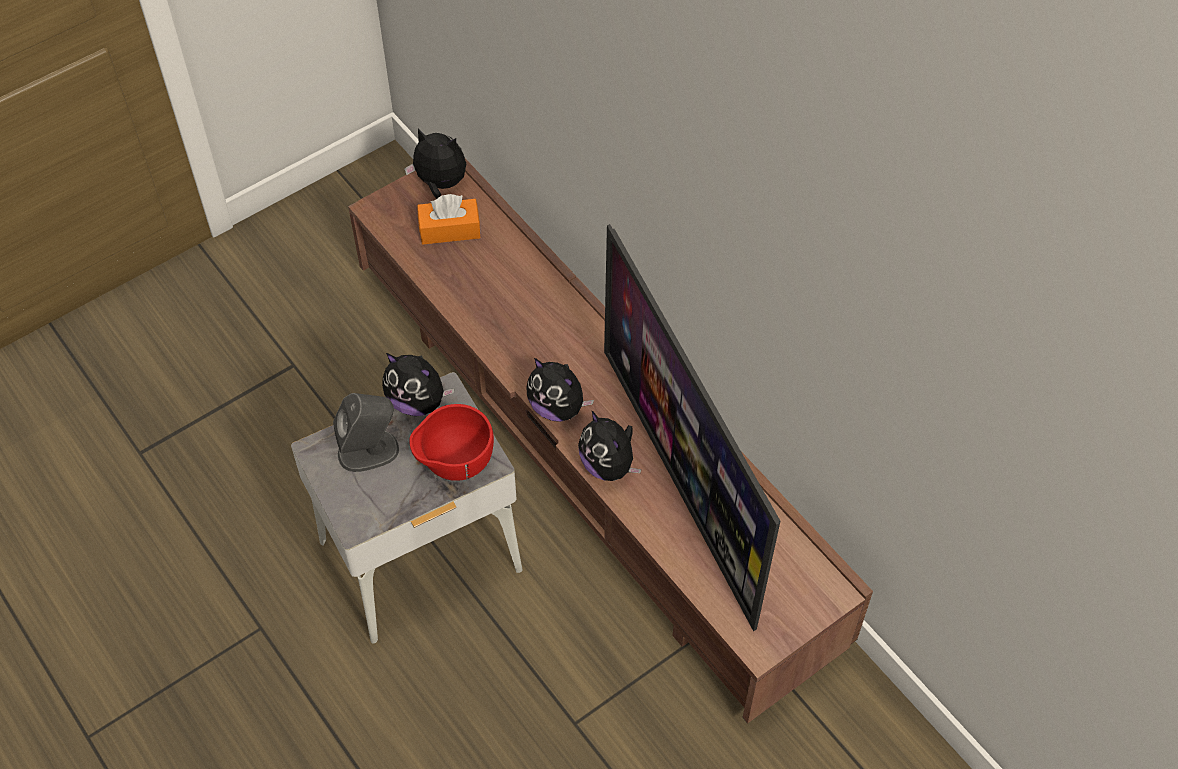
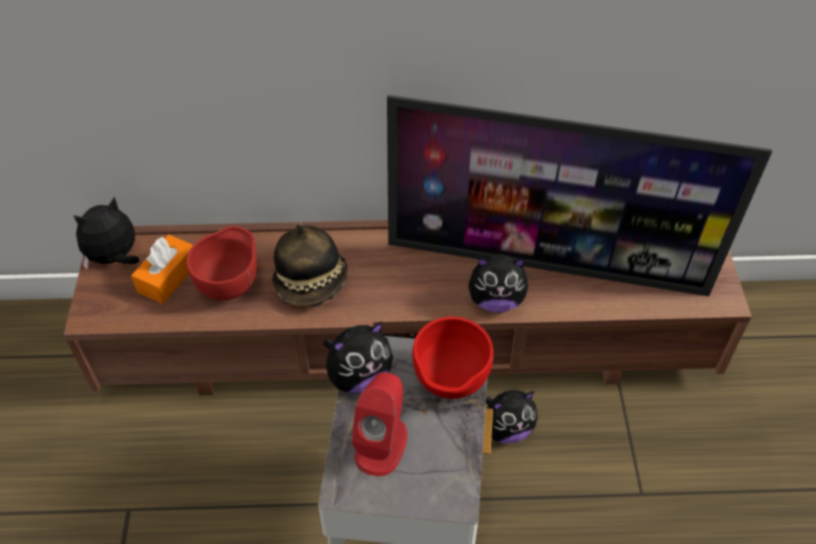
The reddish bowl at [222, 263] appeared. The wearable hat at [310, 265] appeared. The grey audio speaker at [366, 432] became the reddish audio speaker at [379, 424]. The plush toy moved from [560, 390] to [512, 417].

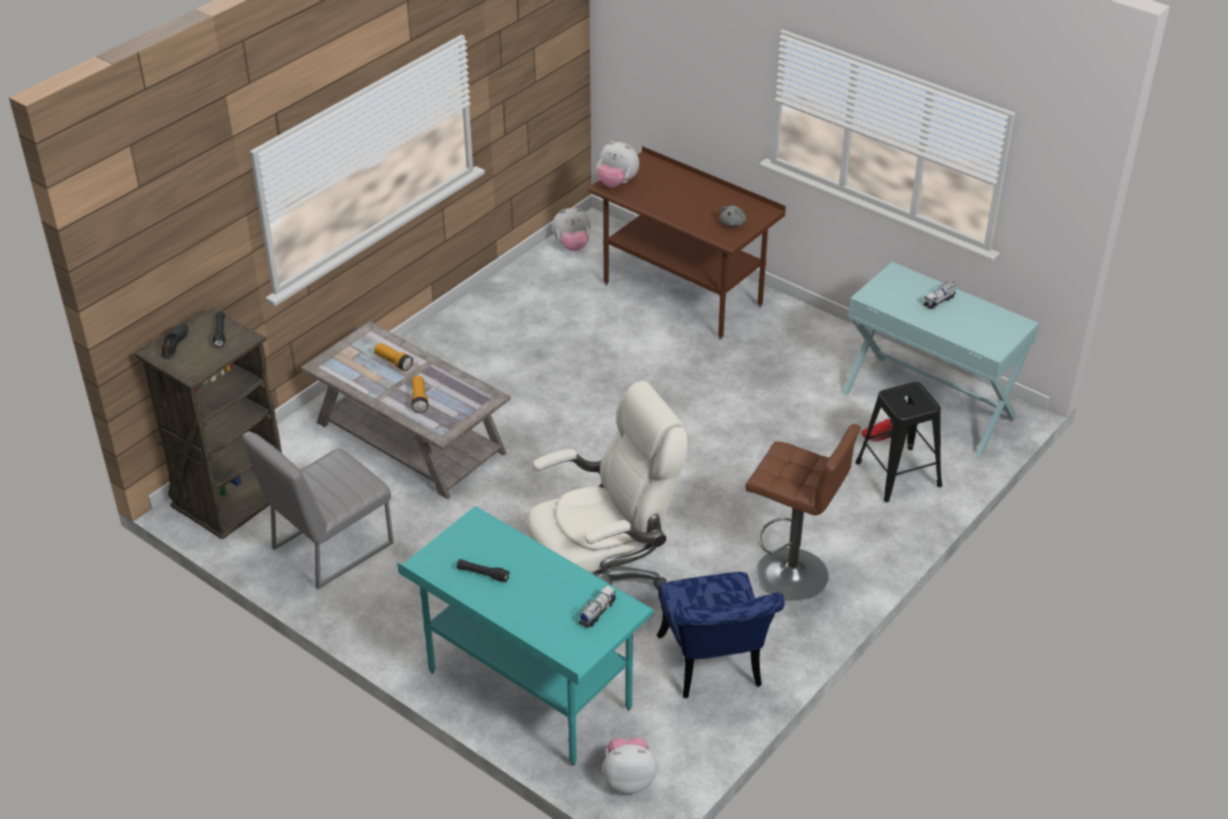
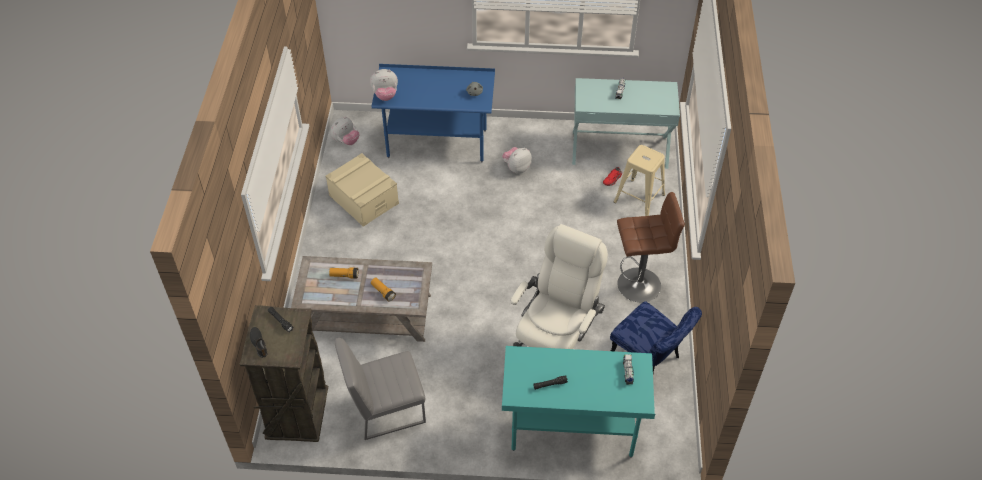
The sand-coloured storage container at [362, 190] appeared. The grey chair at [318, 510] turned 60 degrees clockwise. The brown desk unit at [687, 243] became the blue-coloured desk unit at [433, 113]. The plush toy moved from [629, 765] to [517, 160]. The blackish sitting stool at [898, 442] became the sand-coloured sitting stool at [639, 180].

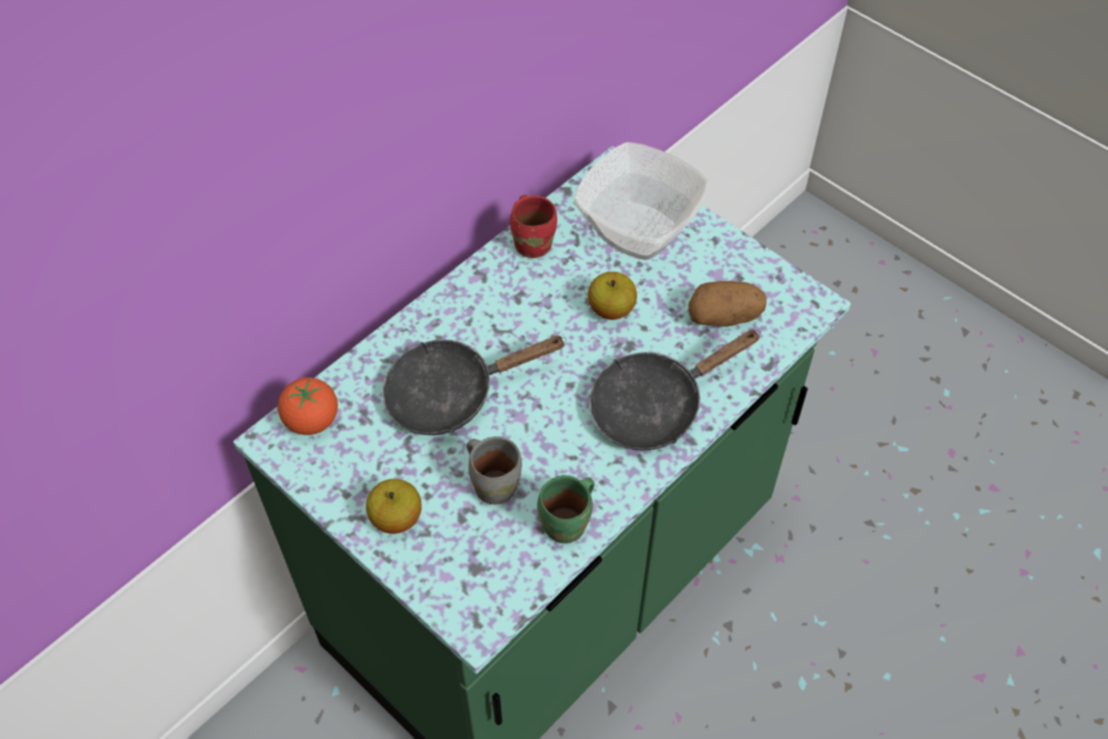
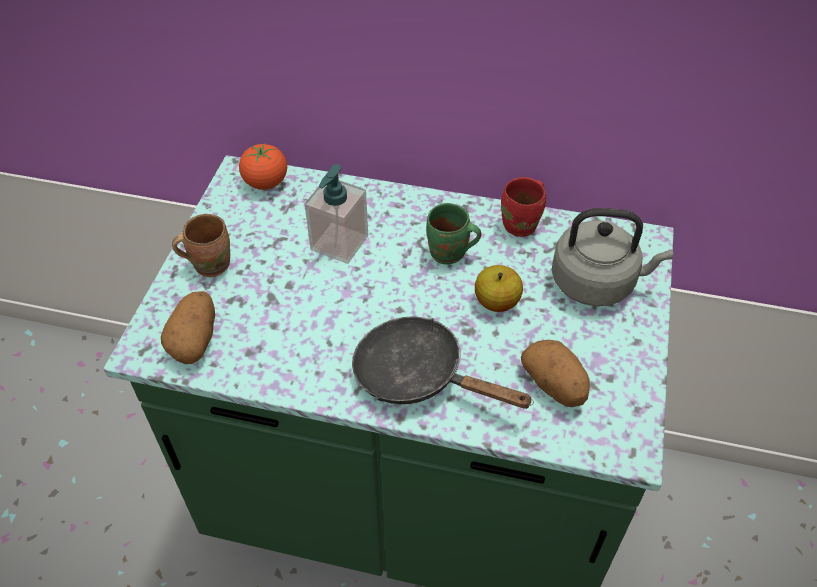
The whole potato at [188, 327] appeared. The apple at [394, 506] was replaced by the brown coffee mug at [201, 245]. The blackish pan at [474, 385] was replaced by the liquid soap bottle at [336, 214]. The green-coloured coffee mug moved from [566, 509] to [453, 233]. The bowl at [641, 201] was replaced by the grey kettle at [612, 257]. The grey coffee mug at [494, 470] disappeared.

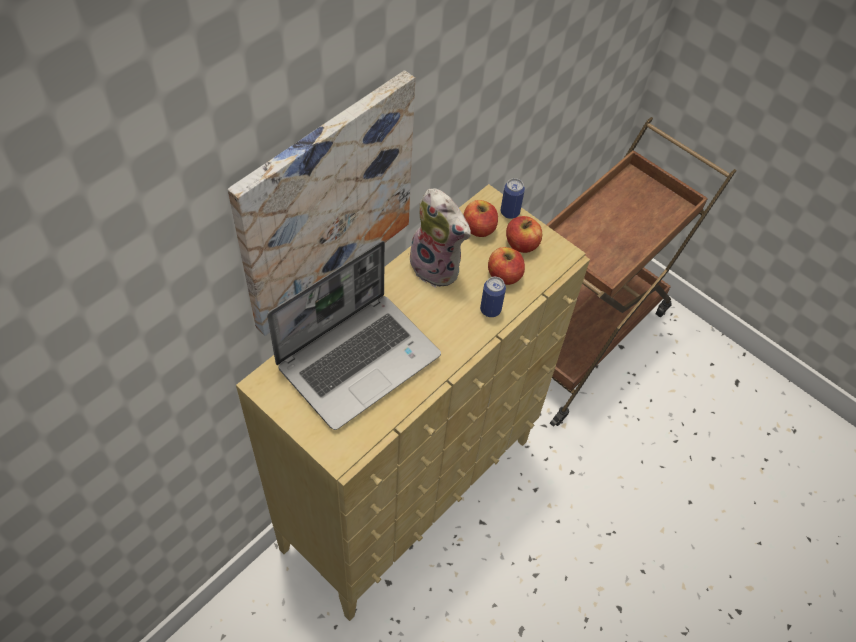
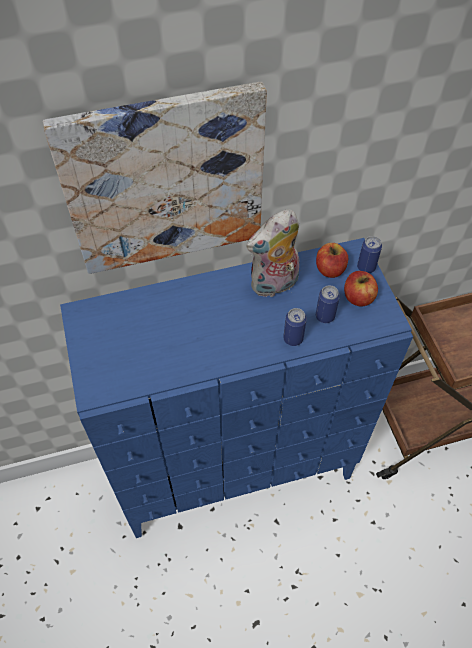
The sand-coloured drawer chest at [413, 402] became the blue-coloured drawer chest at [236, 388]. The plush toy at [438, 238] turned 75 degrees clockwise. The apple at [506, 266] was replaced by the metal can at [328, 304]. The portable computer at [354, 335] disappeared.

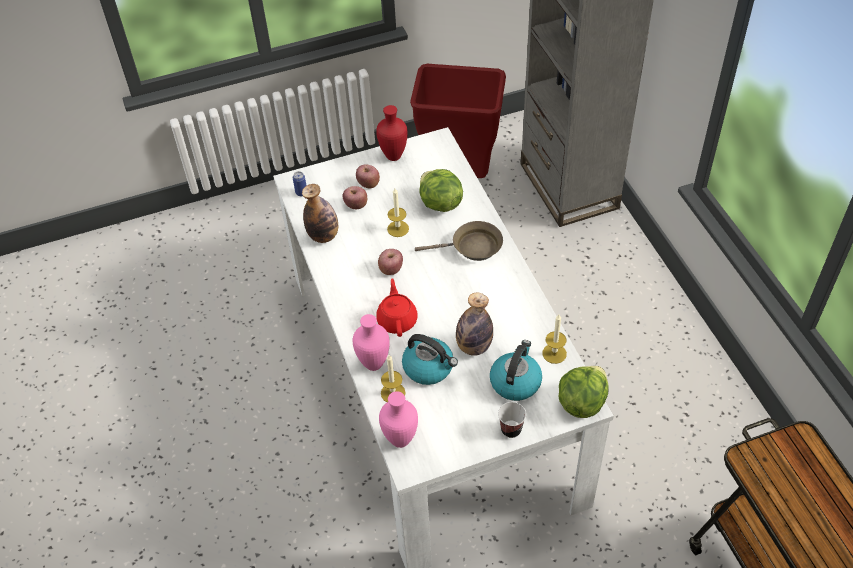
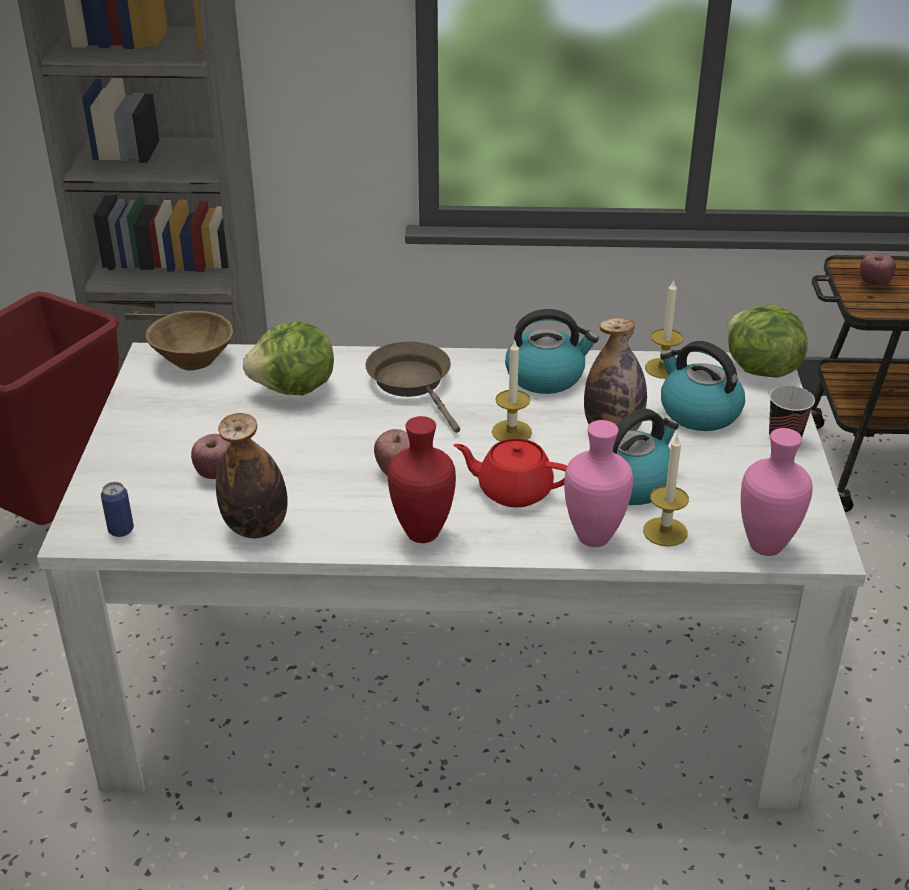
The brown bowl at [189, 341] appeared. The brown pan at [459, 241] turned 45 degrees counterclockwise. The reddish decorative vase moved from [392, 133] to [422, 479]. The candle moved from [398, 212] to [512, 390]. The kettle at [552, 351] appeared. The apple moved from [368, 176] to [878, 270].

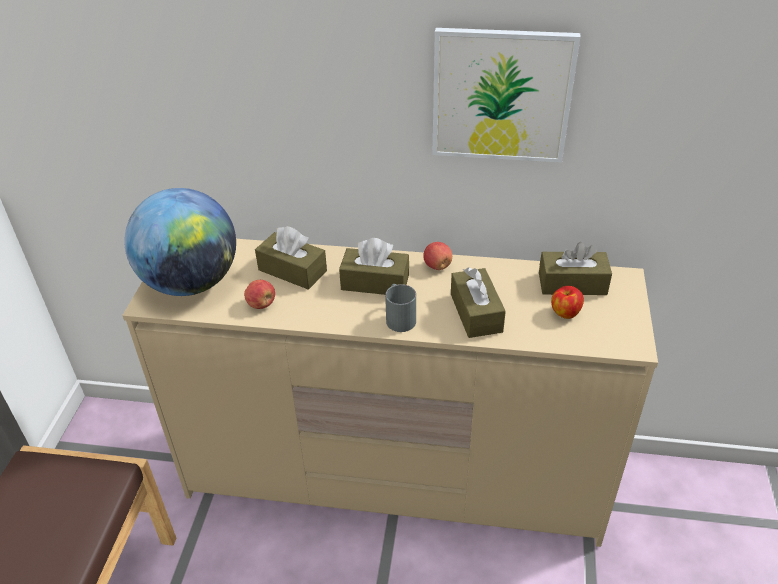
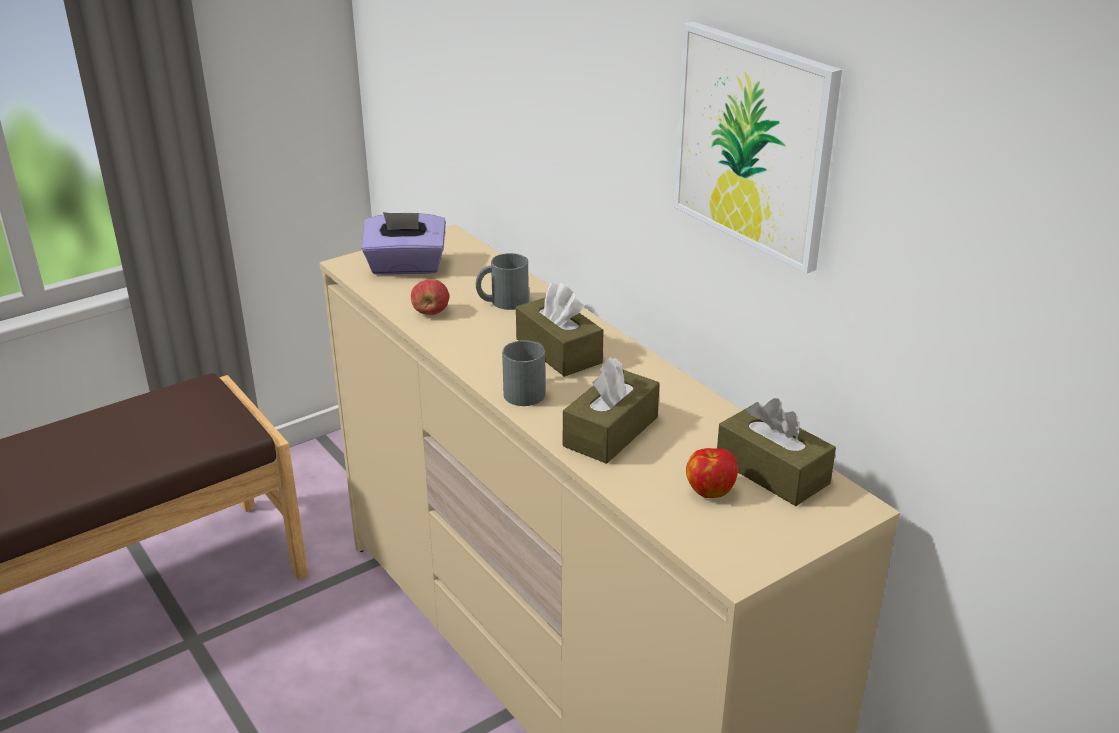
The globe at [180, 242] was replaced by the purple-coloured box of tissues at [403, 243]. The brown box of tissues at [291, 258] was replaced by the grey coffee mug at [502, 281]. The apple at [437, 256] disappeared.

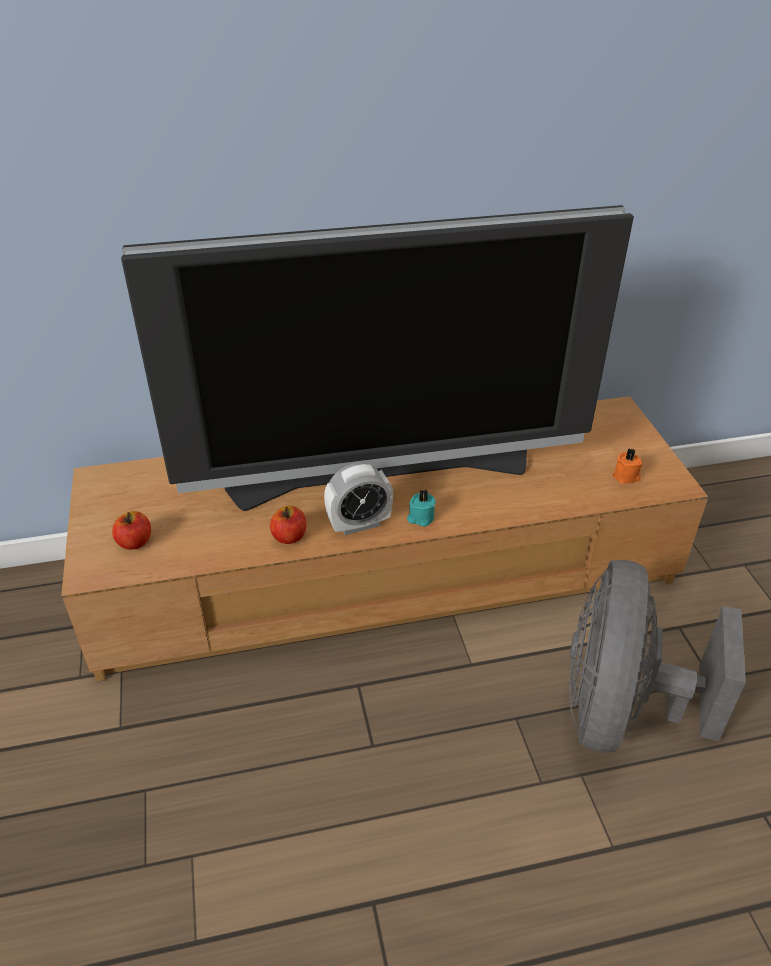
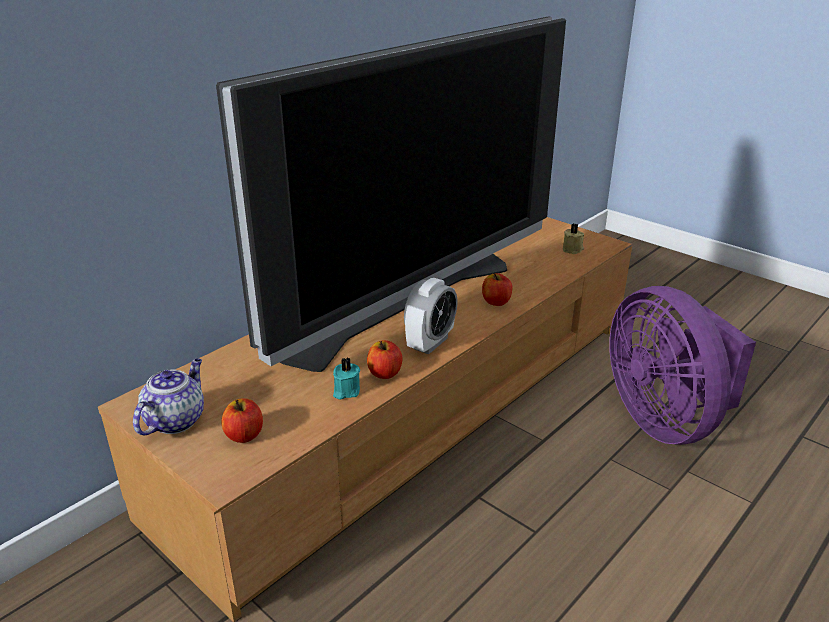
The teapot at [168, 396] appeared. The blue-green candle moved from [421, 508] to [346, 379]. The apple at [497, 289] appeared. The orangey candle at [627, 466] became the sand-coloured candle at [573, 238]. The grey fan at [657, 656] became the purple-coloured fan at [682, 365].

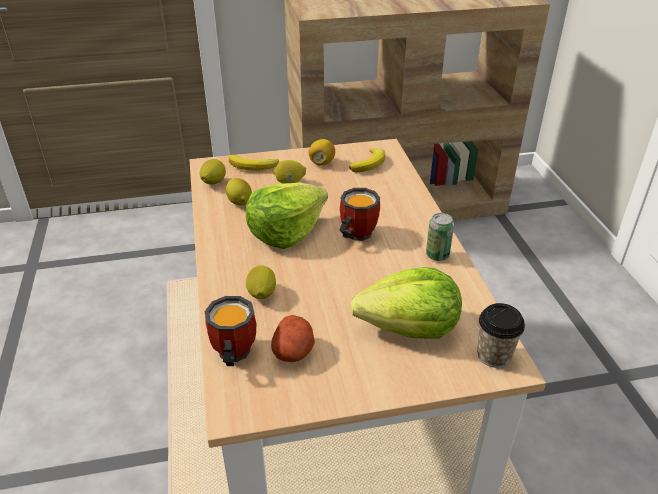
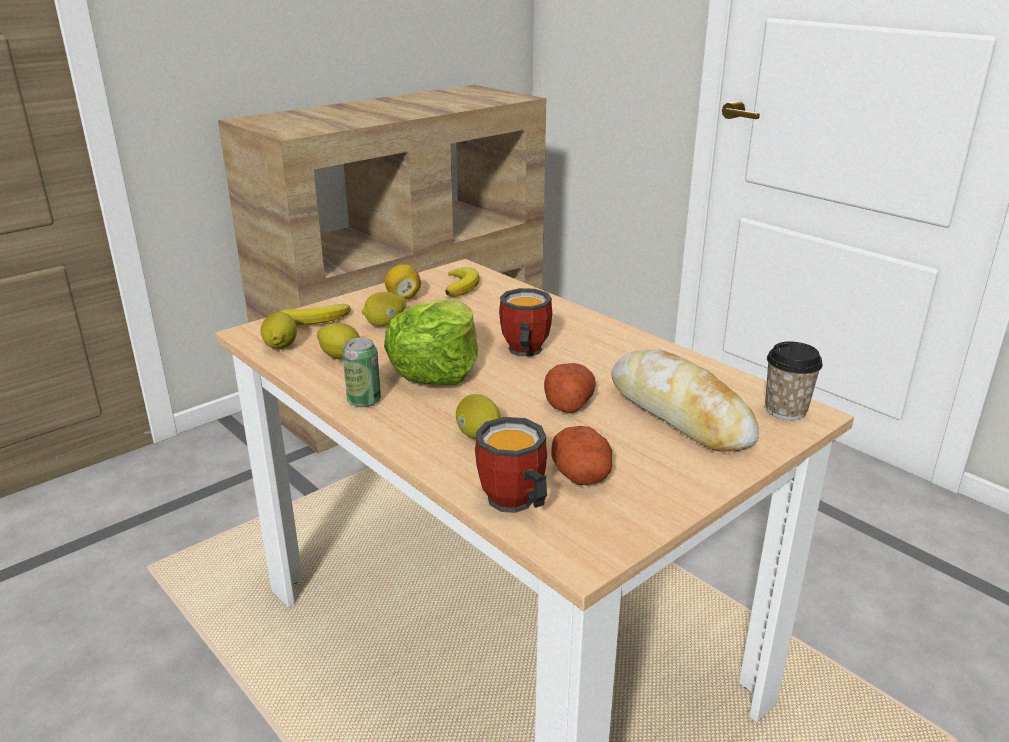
The metal can moved from [440, 237] to [361, 372]. The whole potato at [570, 388] appeared. The head of lettuce at [406, 303] was replaced by the baked bread at [685, 400].

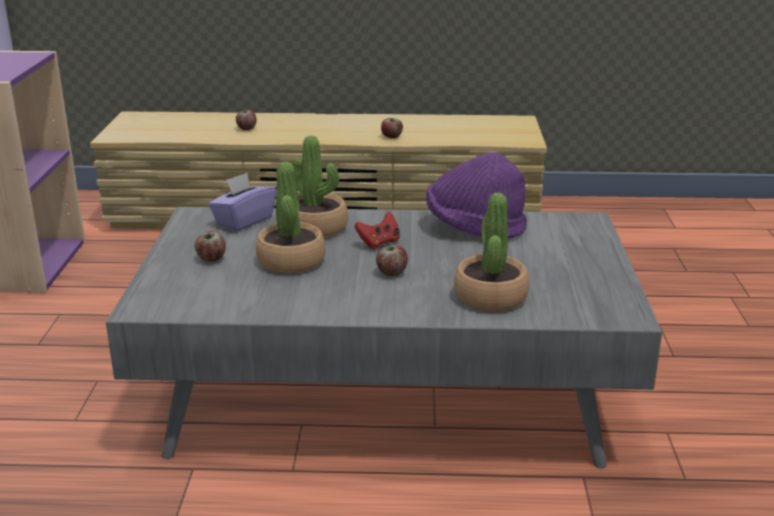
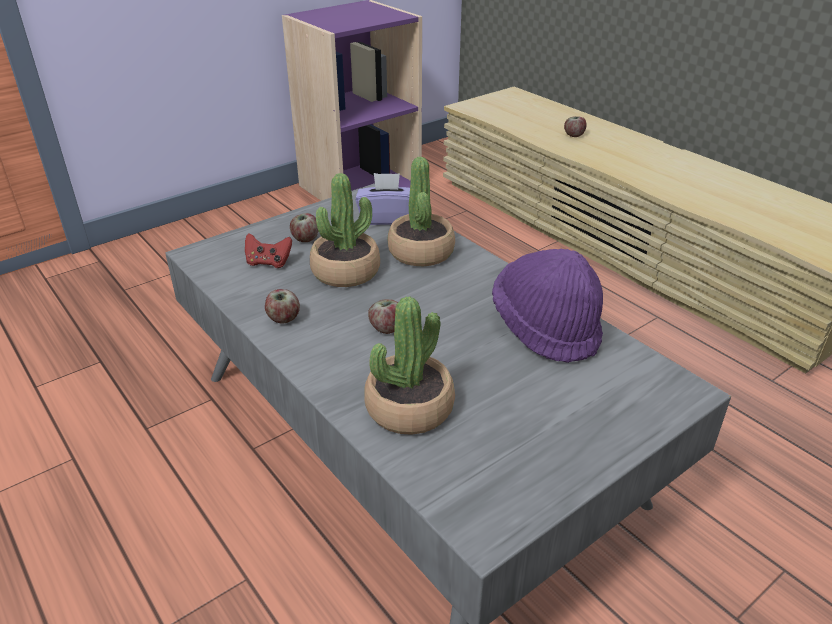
The reddish gamepad moved from [377, 230] to [268, 250]. The apple moved from [392, 128] to [282, 306].

